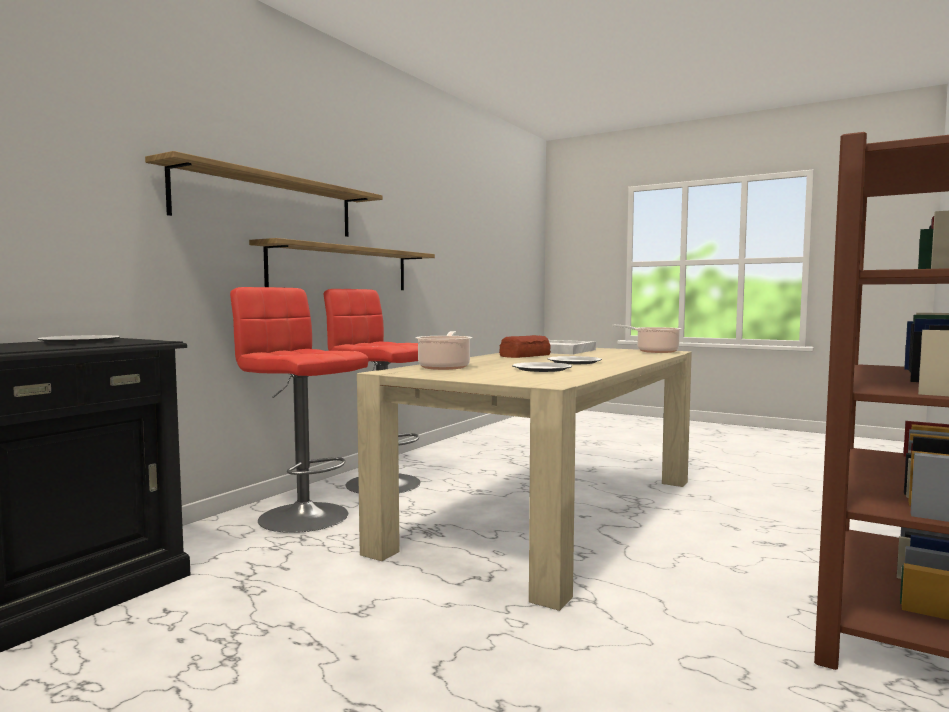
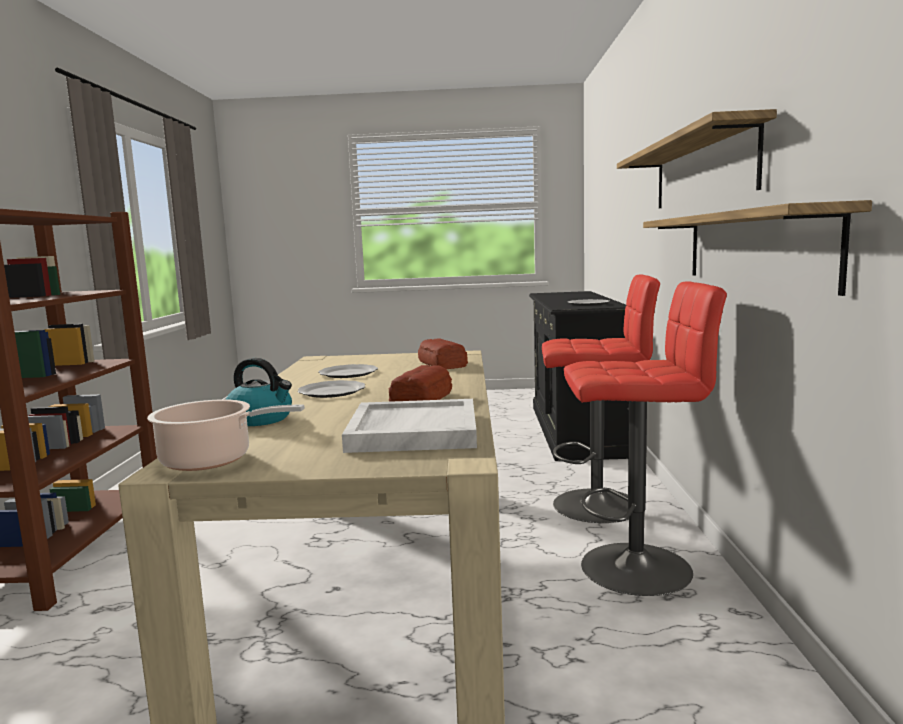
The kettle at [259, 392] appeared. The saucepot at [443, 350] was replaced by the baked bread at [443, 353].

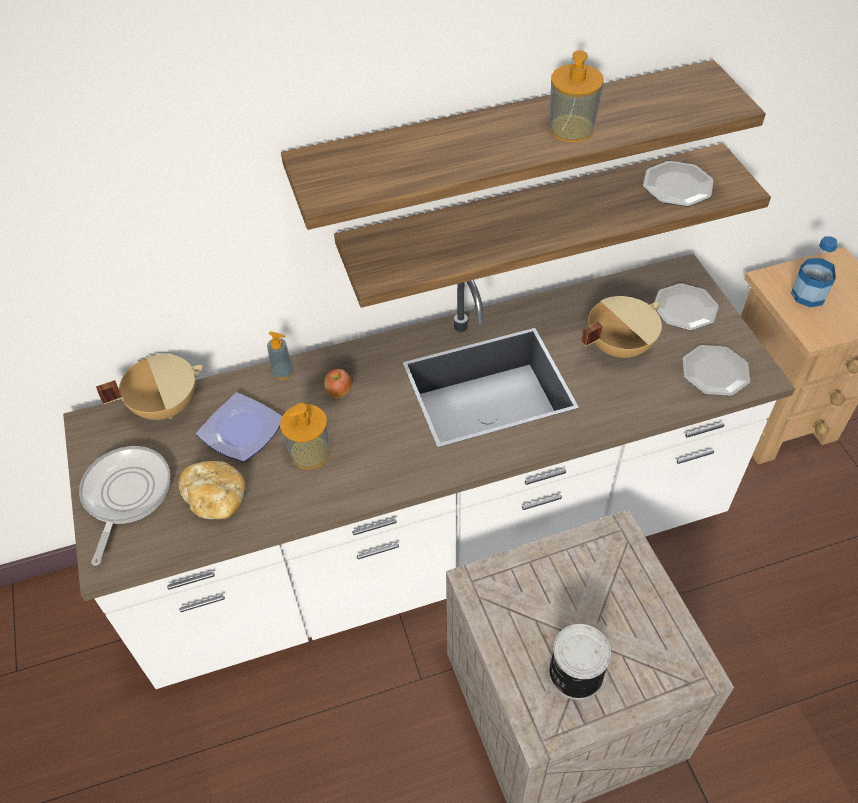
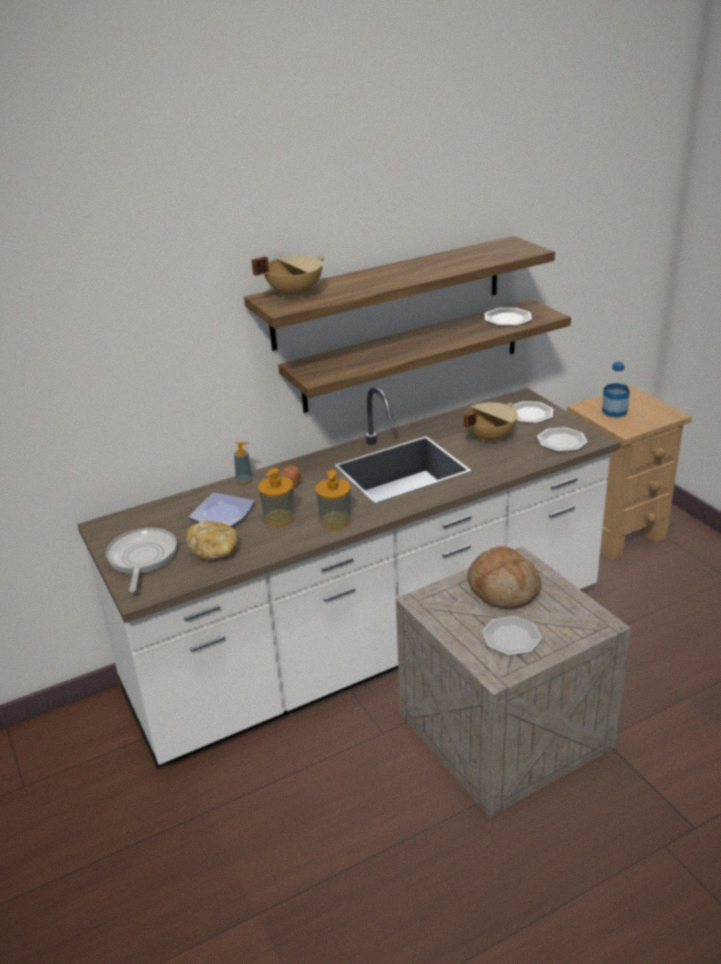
The sand-coloured saucepot moved from [149, 387] to [288, 277]. The liquid soap bottle moved from [577, 96] to [333, 500]. The baked bread at [504, 577] appeared. The metal can at [580, 662] was replaced by the dinner plate at [512, 636].

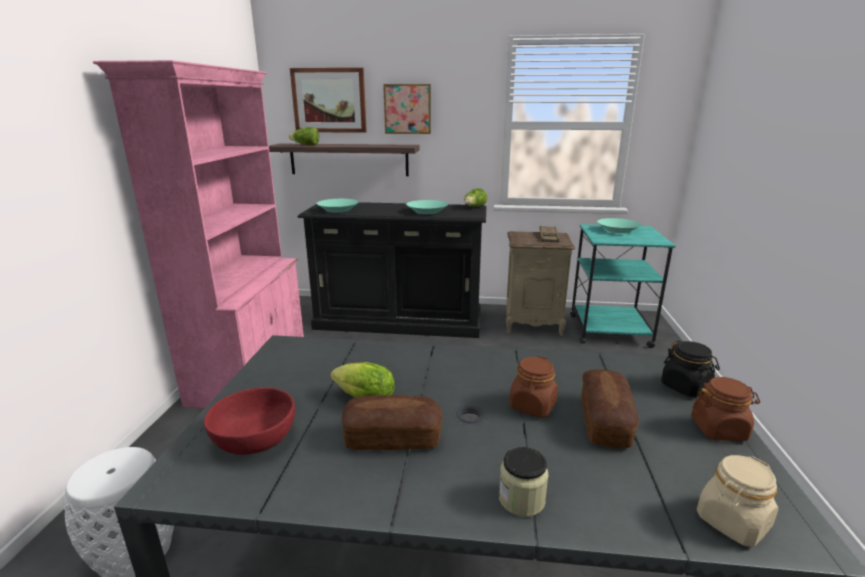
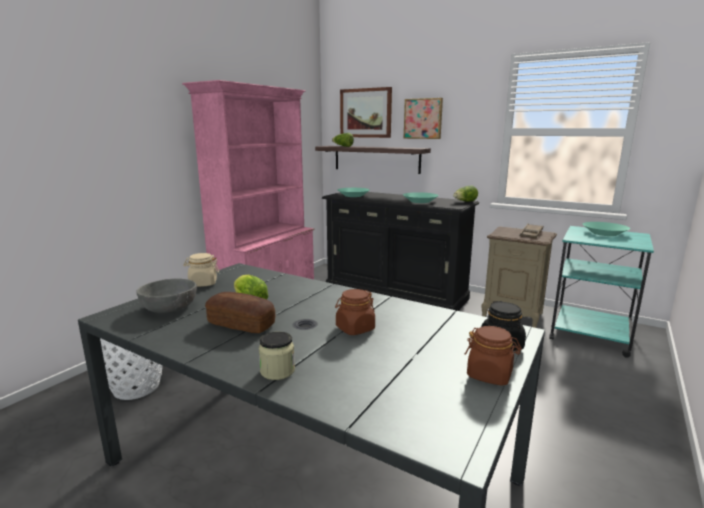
The reddish bowl at [249, 421] became the grey bowl at [166, 296]. The sand-coloured preserve jar moved from [737, 501] to [201, 270]. The baked bread at [610, 408] disappeared.

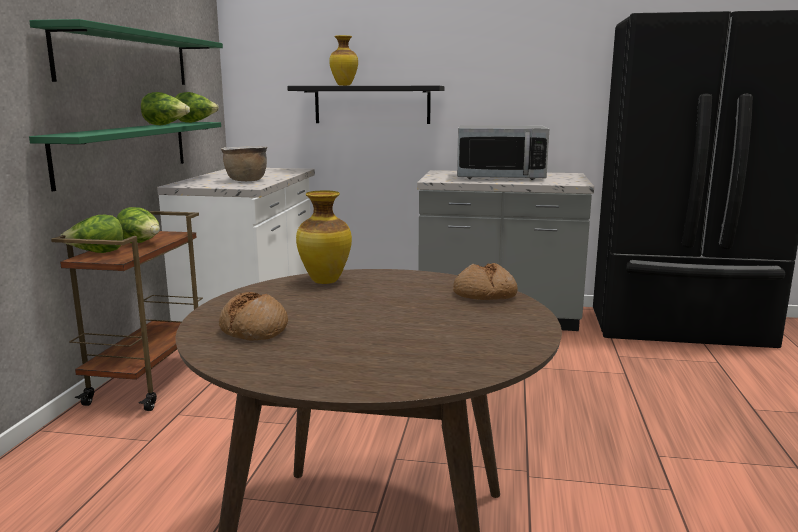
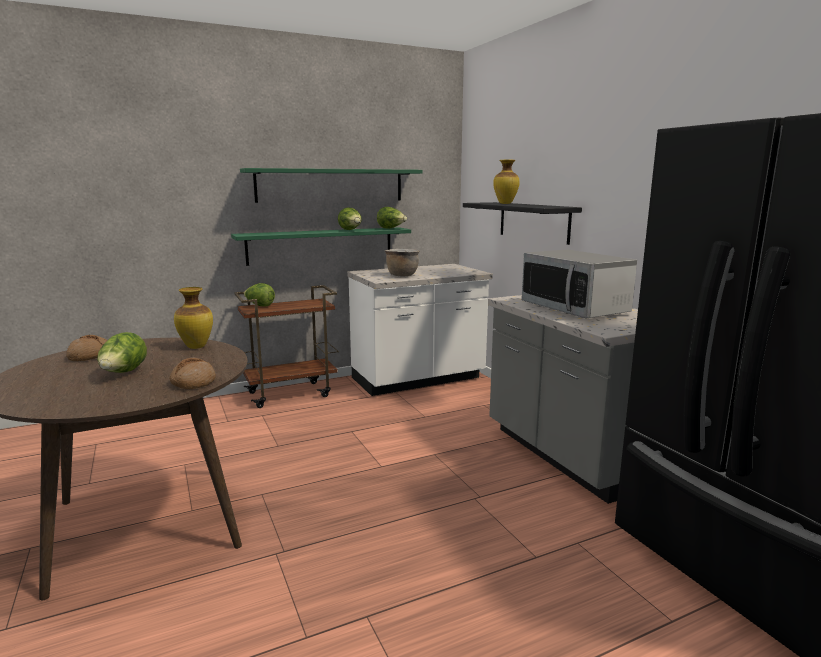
The head of lettuce moved from [138, 225] to [122, 352].

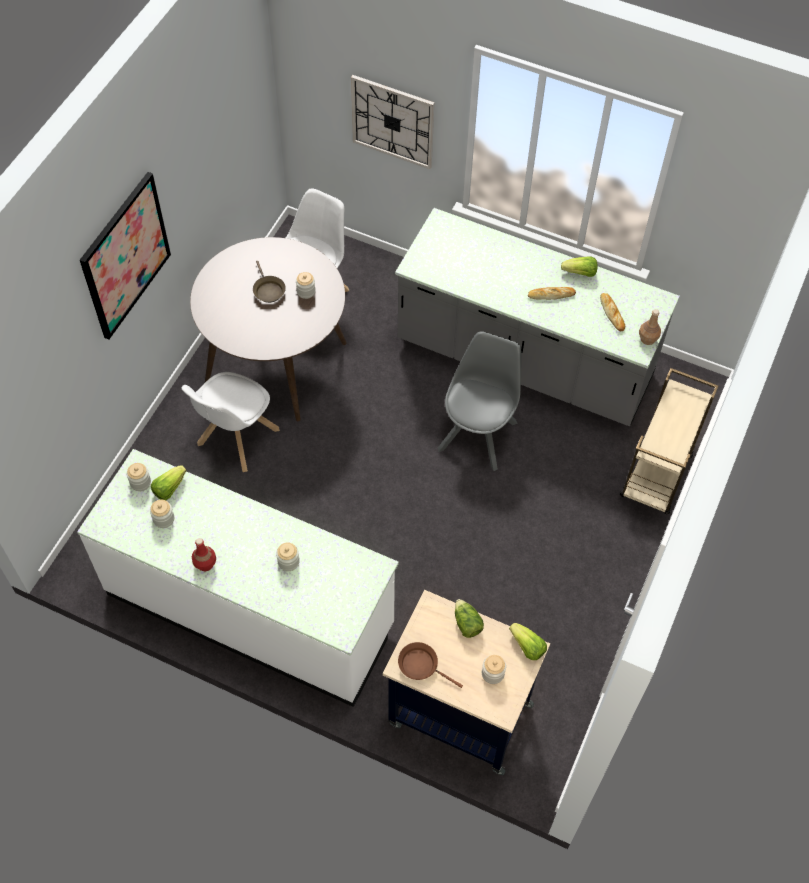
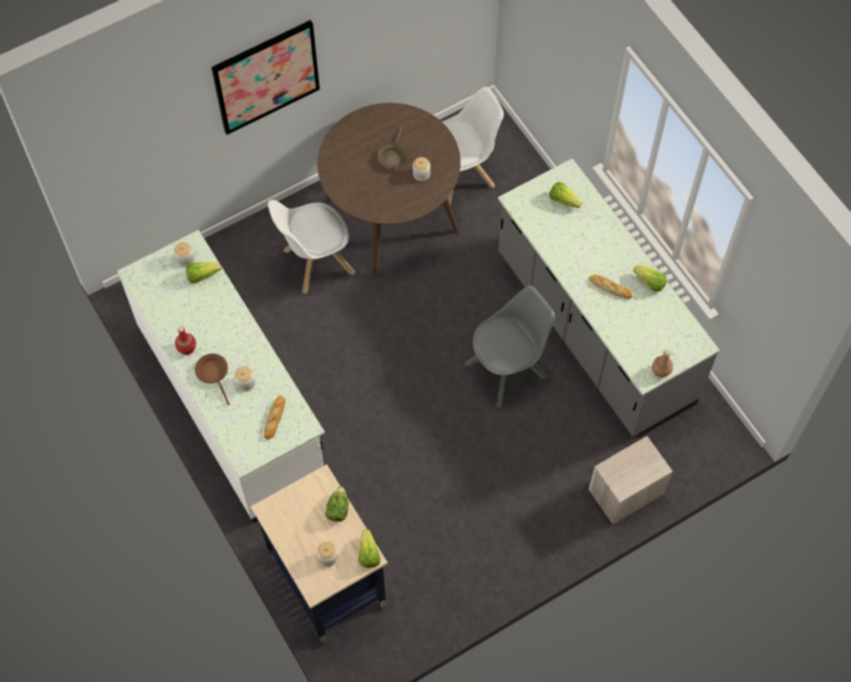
The brown pan moved from [430, 665] to [212, 379]. The baked bread moved from [612, 312] to [274, 417]. The head of lettuce at [565, 195] appeared. The sand-coloured trolley at [669, 441] was replaced by the night table at [631, 480]. The preserve jar at [162, 514] disappeared. The wall clock at [392, 122] disappeared.

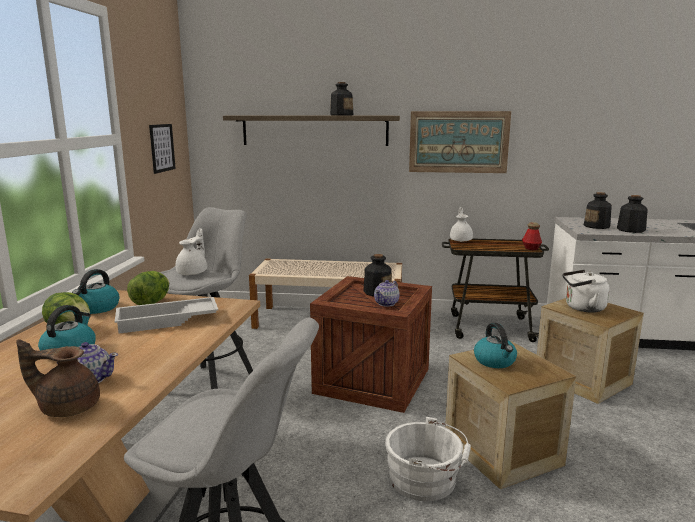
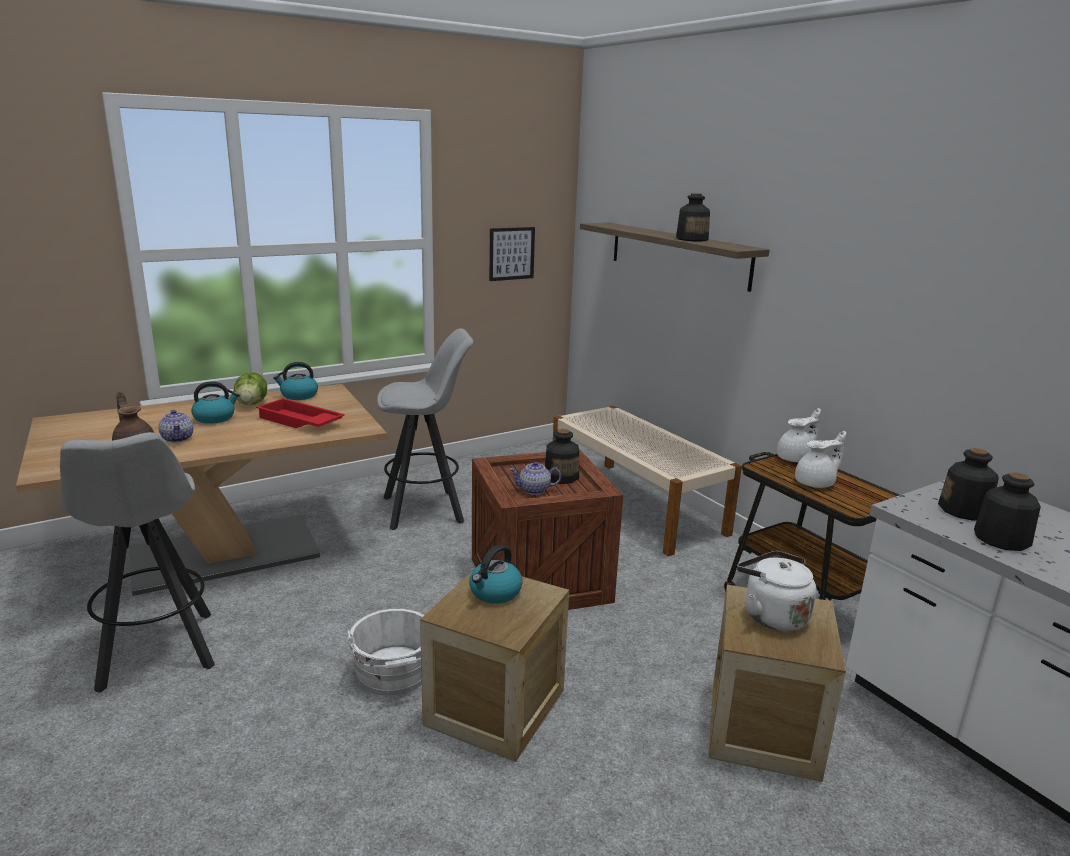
The white-coloured carrying tray at [166, 315] became the reddish carrying tray at [300, 413]. The white-coloured teapot moved from [191, 251] to [820, 459]. The head of lettuce at [148, 288] disappeared. The picture at [460, 142] disappeared. The bottle at [532, 236] disappeared.

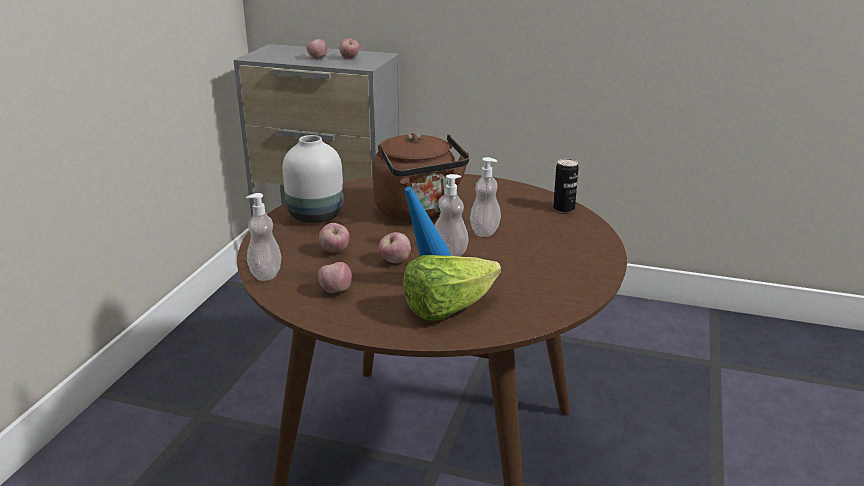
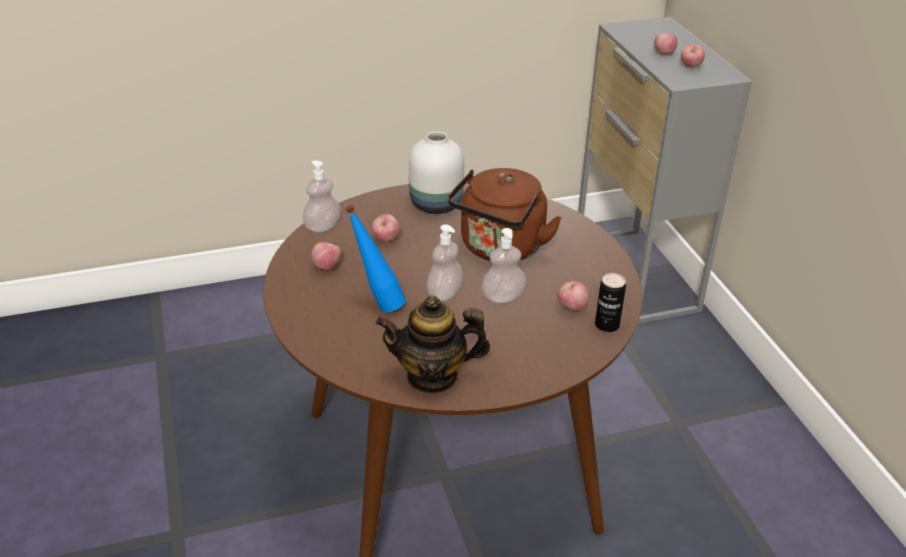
The teapot at [433, 344] appeared. The apple moved from [395, 247] to [573, 296]. The head of lettuce at [452, 288] disappeared.

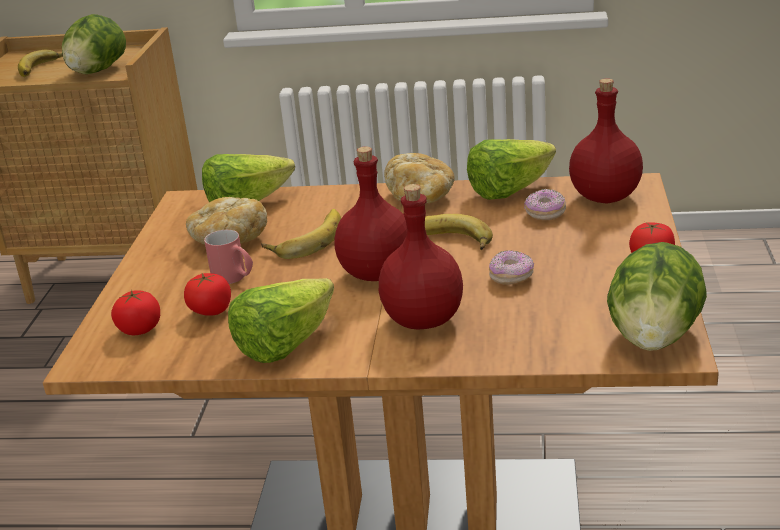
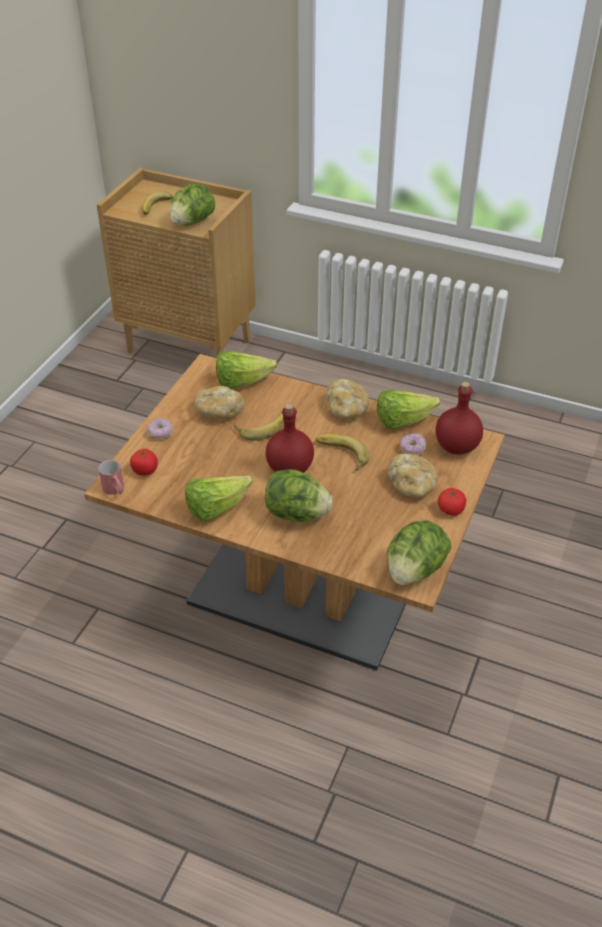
The reddish coffee mug moved from [228, 257] to [111, 477]. The donut moved from [511, 267] to [160, 428]. The reddish bottle at [421, 257] was replaced by the head of lettuce at [299, 495]. The baked bread at [413, 475] appeared. The fresh tomato at [207, 294] disappeared.

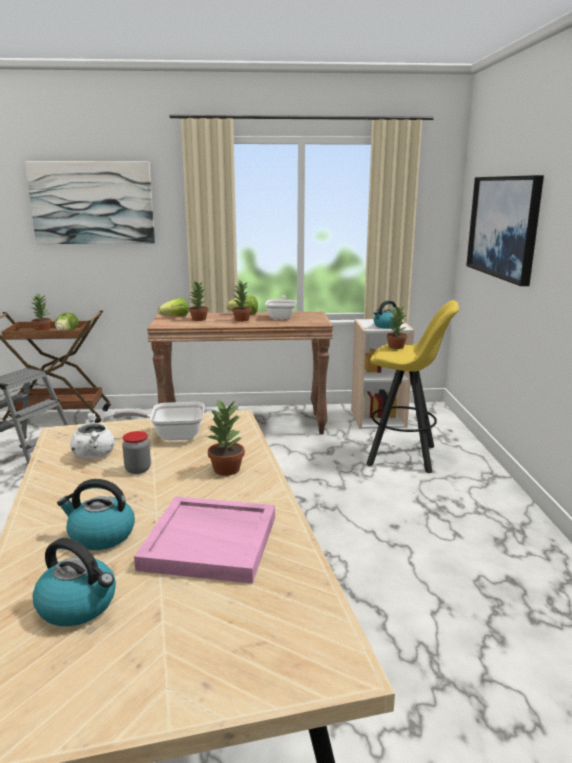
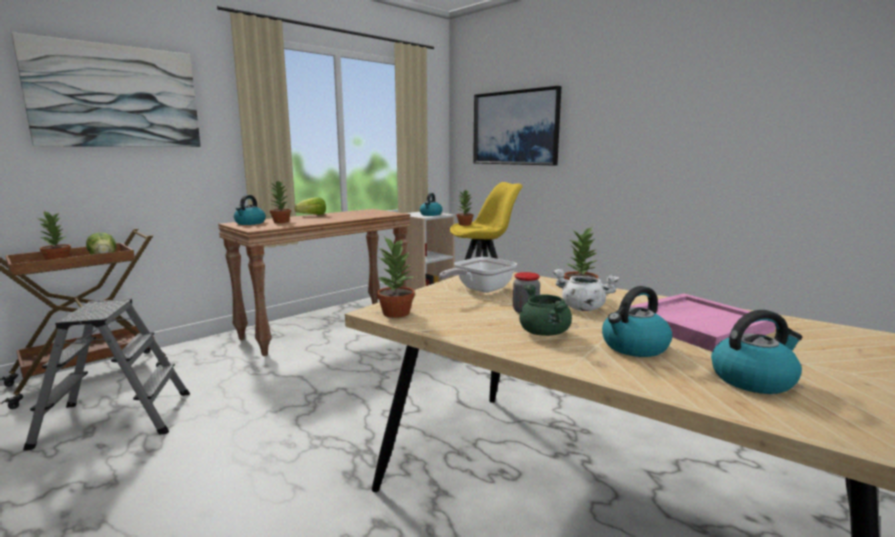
The head of lettuce at [173, 307] was replaced by the kettle at [250, 210]. The houseplant moved from [242, 301] to [396, 277]. The green-coloured saucepot at [545, 310] appeared. The white-coloured saucepot moved from [92, 436] to [586, 290]. The pan at [281, 307] disappeared.

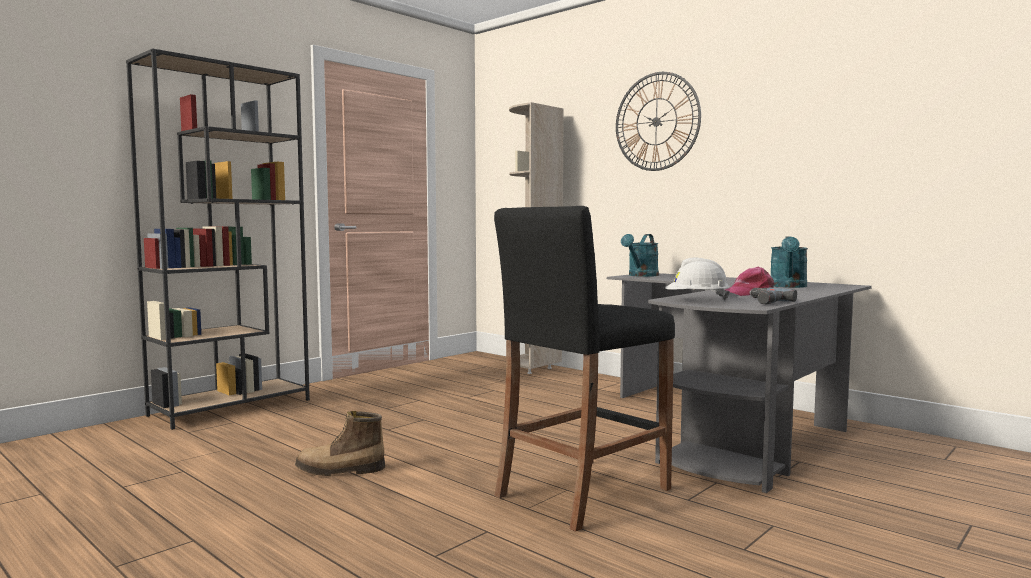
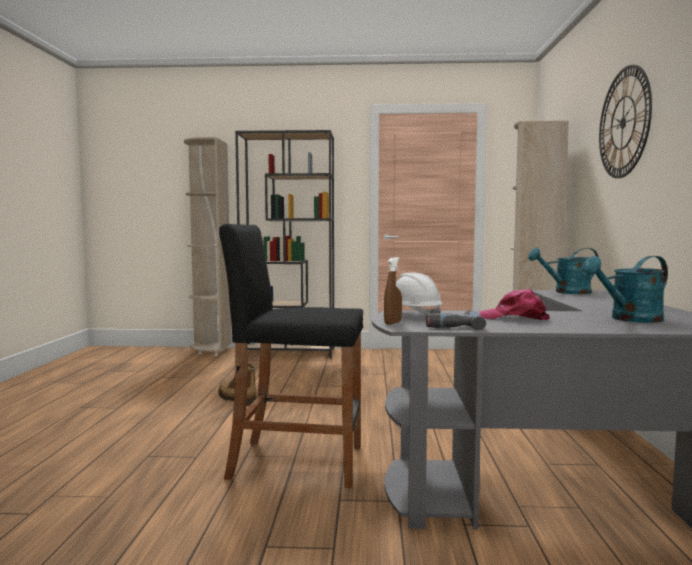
The sand-coloured bookshelf at [208, 246] appeared. The brown spray bottle at [393, 291] appeared.

